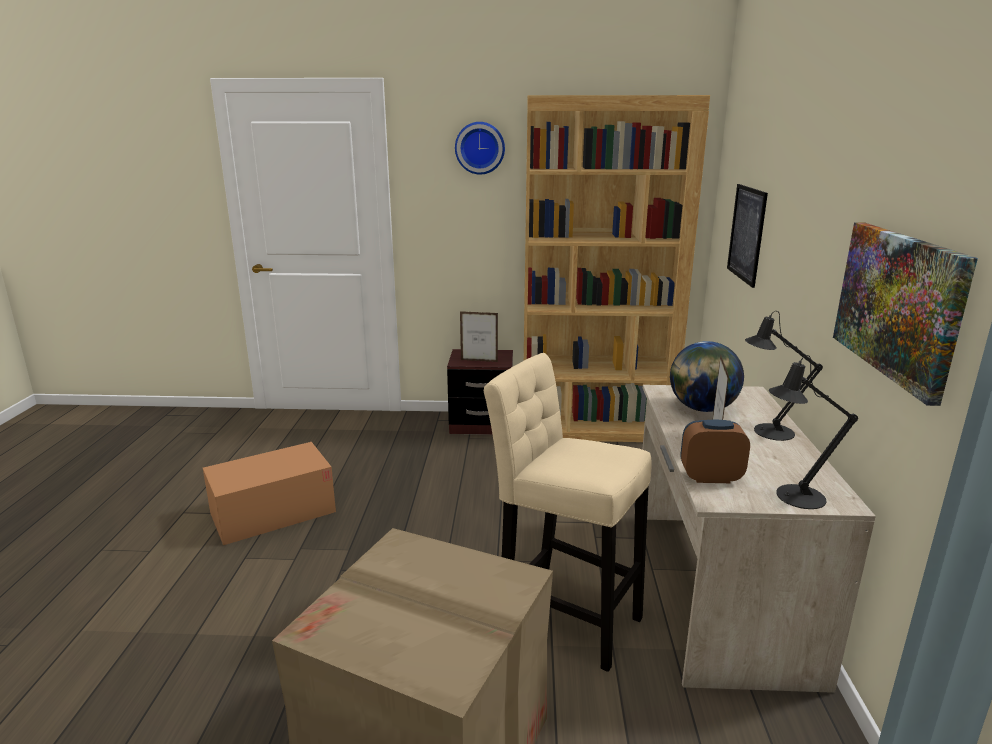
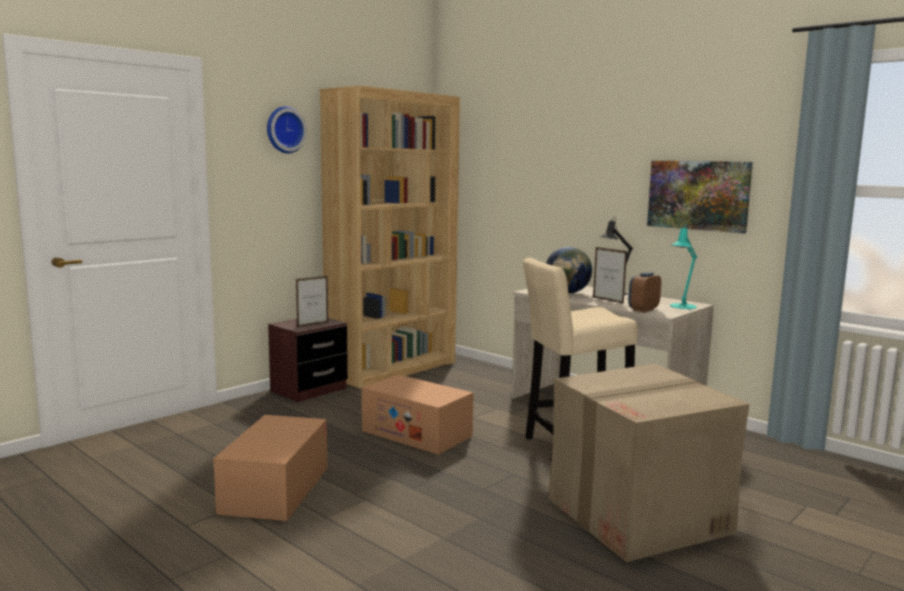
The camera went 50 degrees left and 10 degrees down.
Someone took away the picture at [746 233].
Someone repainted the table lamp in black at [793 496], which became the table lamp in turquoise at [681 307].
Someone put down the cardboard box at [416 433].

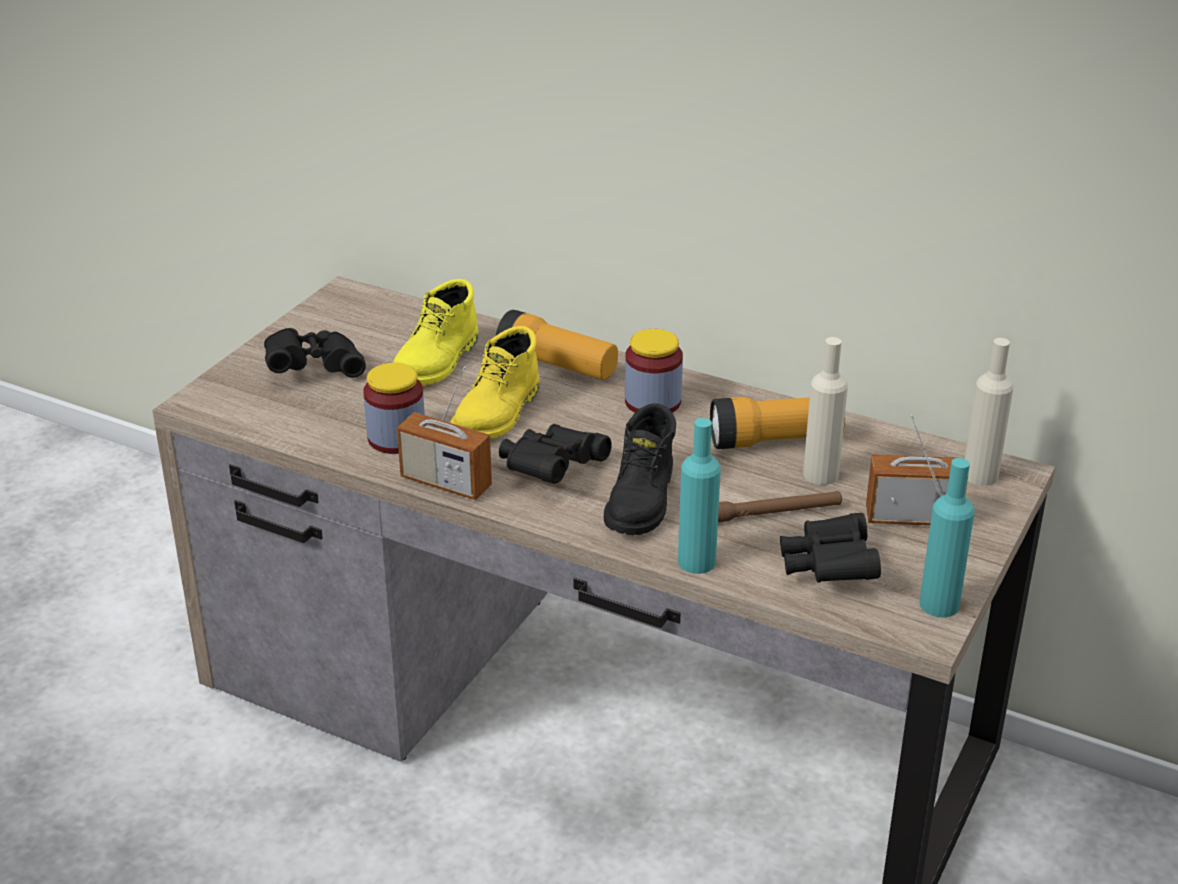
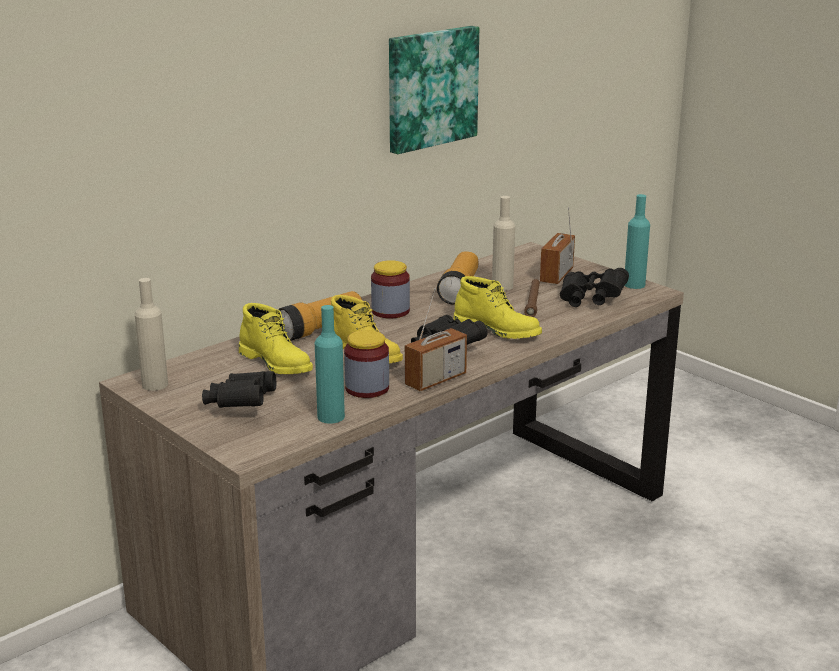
The camera went 70 degrees left and 10 degrees down.
Someone repainted the boot in black at [642 501], which became the boot in yellow at [498 330].
Someone carried the bottle in turquoise from [696 561] to [331 417].
Someone carried the bottle in beige from [980 475] to [155 384].
Someone put up the picture at [430 88].

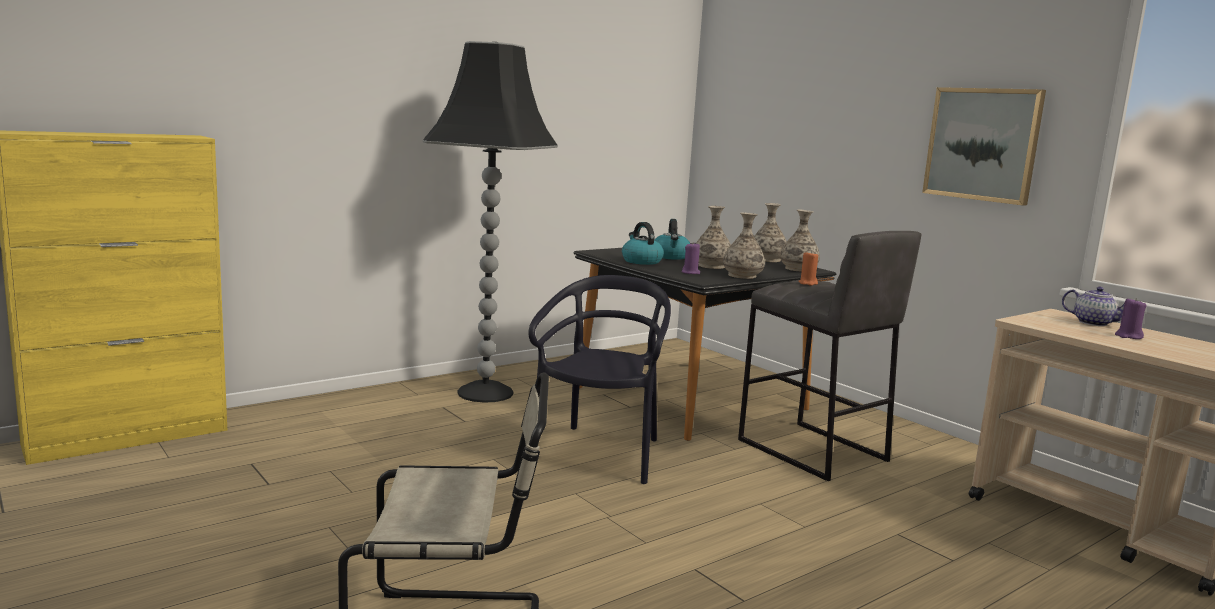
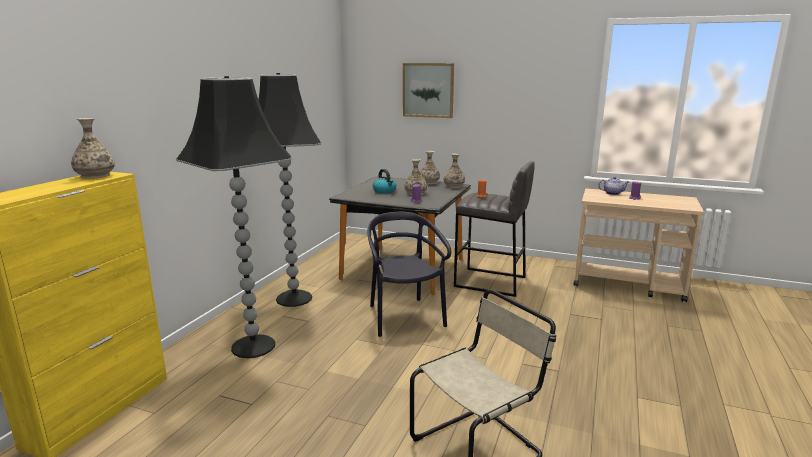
The camera went 30 degrees left and 5 degrees up.
Someone took away the kettle at [641 261].
Someone carried the vase from [742 276] to [95 176].
Someone carried the picture from [982 144] to [428 90].
Someone put down the floor lamp in black at [253 346].

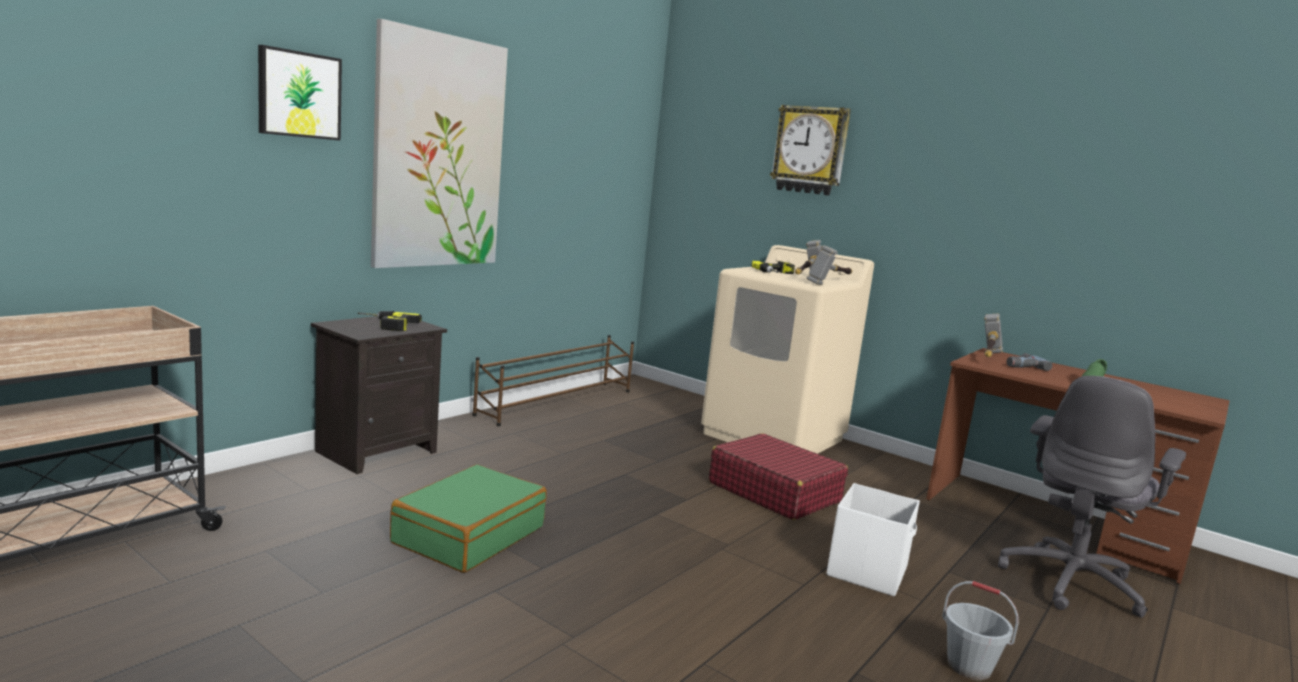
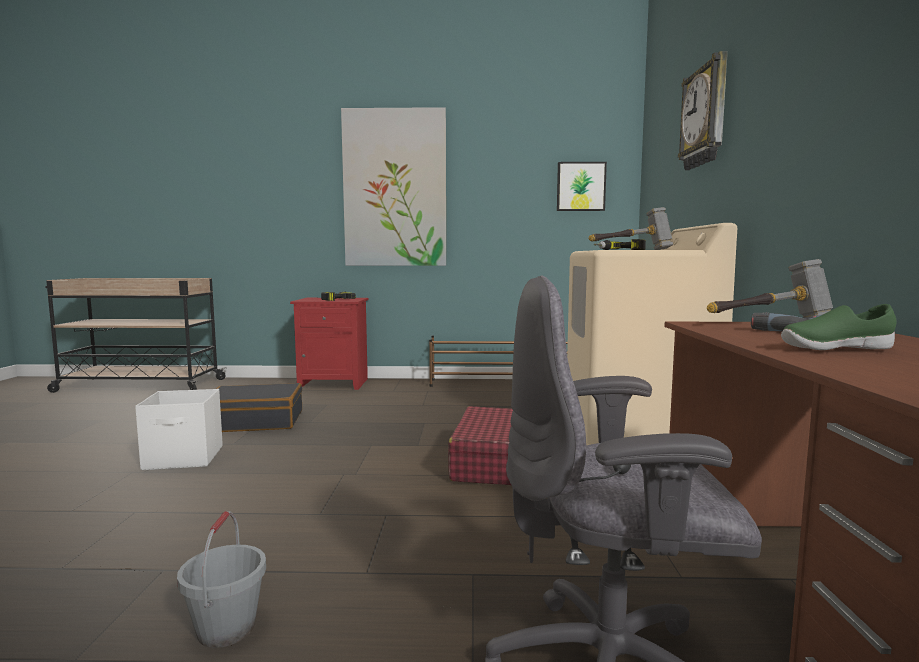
The camera went 55 degrees right and 5 degrees down.
Someone carried the picture from [299 94] to [580 186].
Someone repainted the nightstand in black at [377 451], which became the nightstand in red at [335 383].
Someone repainted the suitcase in green at [469 535], which became the suitcase in black at [255 421].
Someone took away the hammer at [830 283].
Someone carried the storage box in white from [868 571] to [185 458].

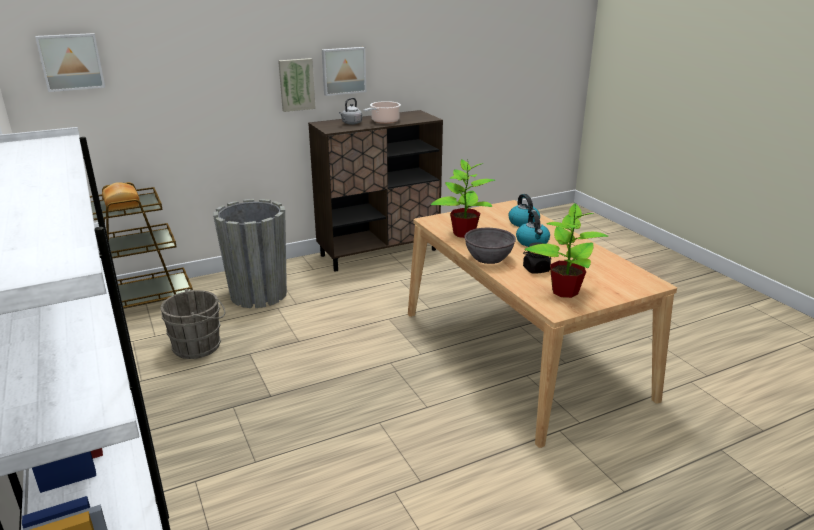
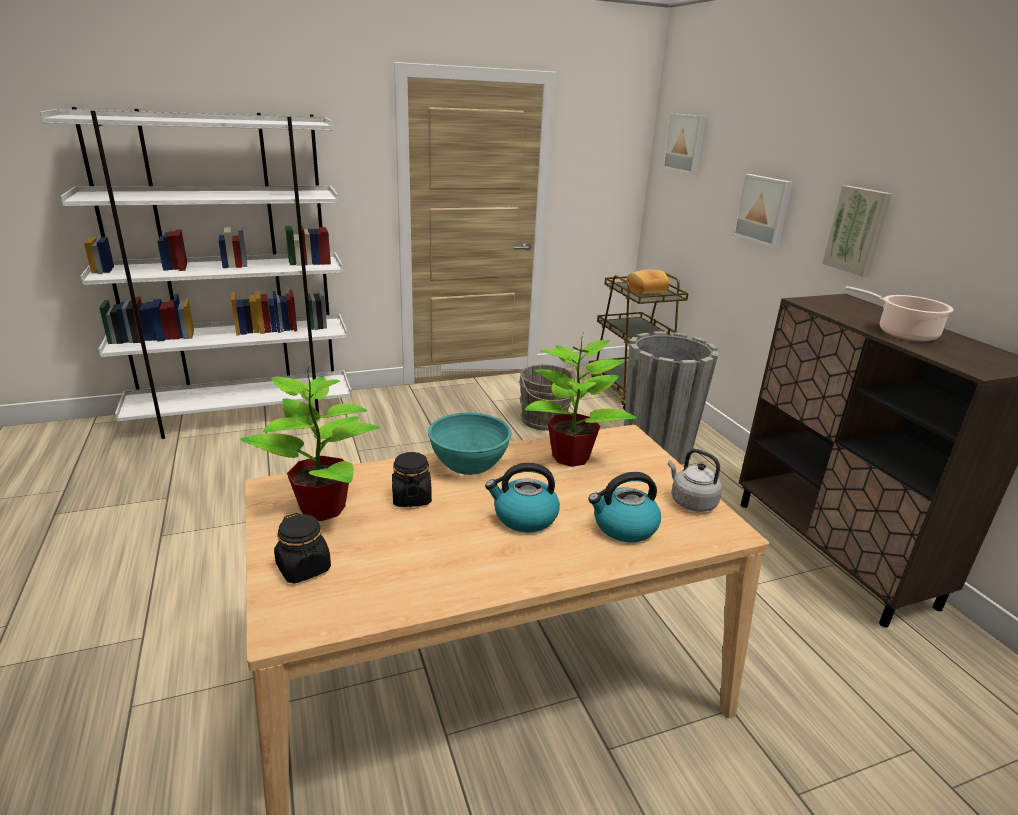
The camera went 95 degrees right and 0 degrees up.
Someone carried the picture from [343 70] to [764 209].
Someone carried the kettle in grey from [351 123] to [691 501].
Someone repainted the bowl in grey at [488 258], which became the bowl in turquoise at [469 463].
Someone put down the jar in black at [304 568].

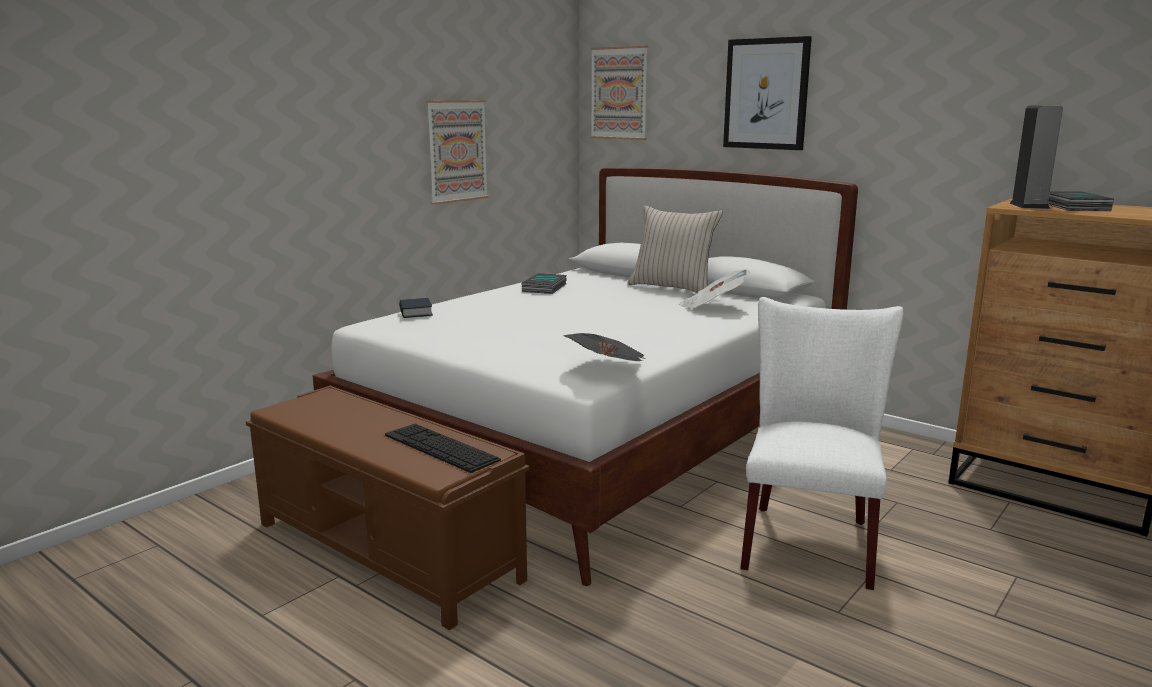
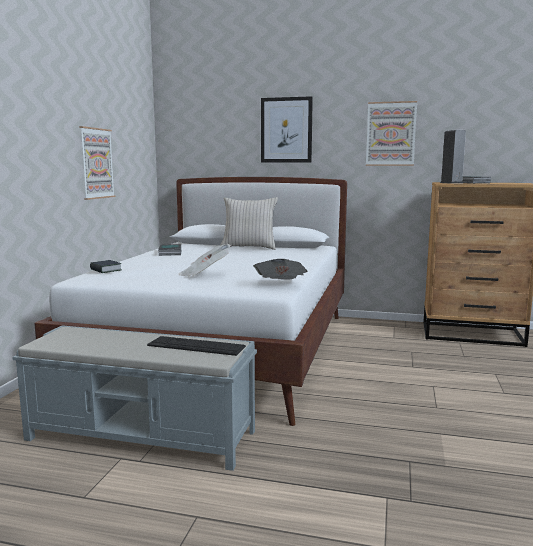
The camera went 25 degrees left and 5 degrees down.
Someone repainted the bench in brown at [388 551], which became the bench in grey at [143 435].
Someone carried the picture from [619 93] to [390 134].
Someone carried the newspaper from [712 307] to [204 274].
Someone took away the chair in white at [808 539].

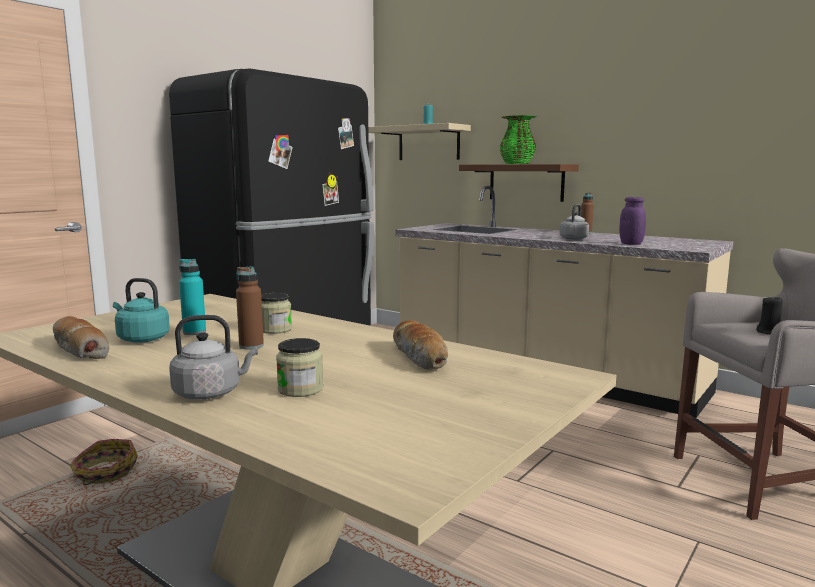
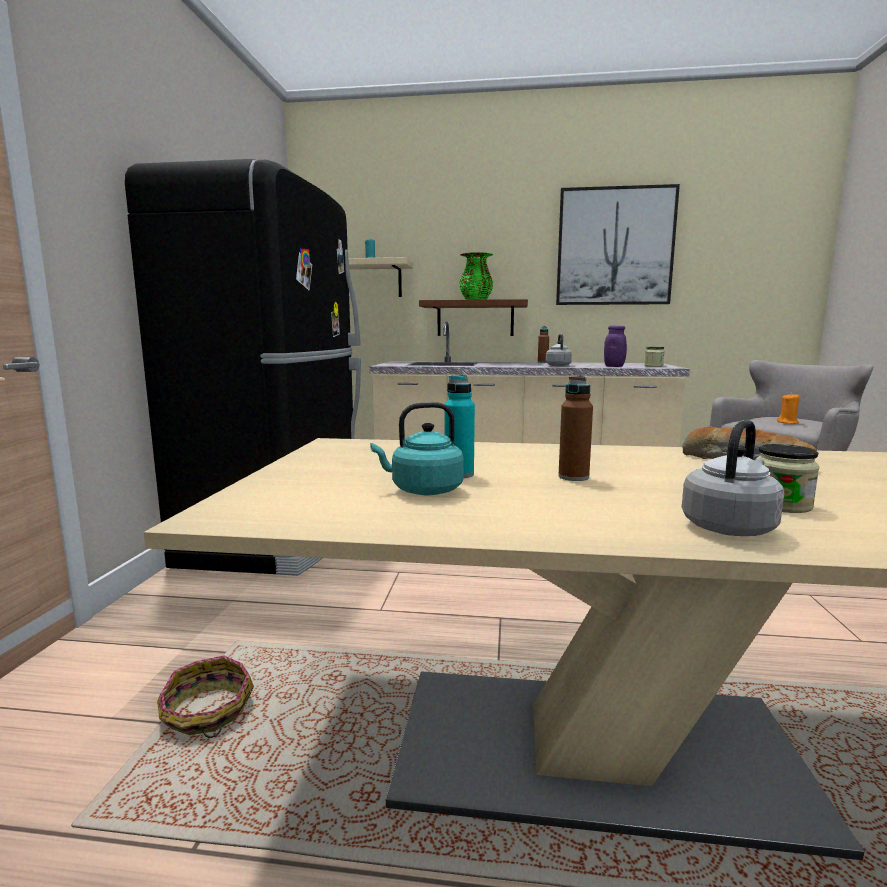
The camera went 30 degrees left and 0 degrees up.
Someone took away the bread at [78 349].
Someone carried the jar from [275 329] to [653 366].
Someone repainted the candle in black at [769 332], which became the candle in orange at [787 422].
Someone put up the picture at [615 247].

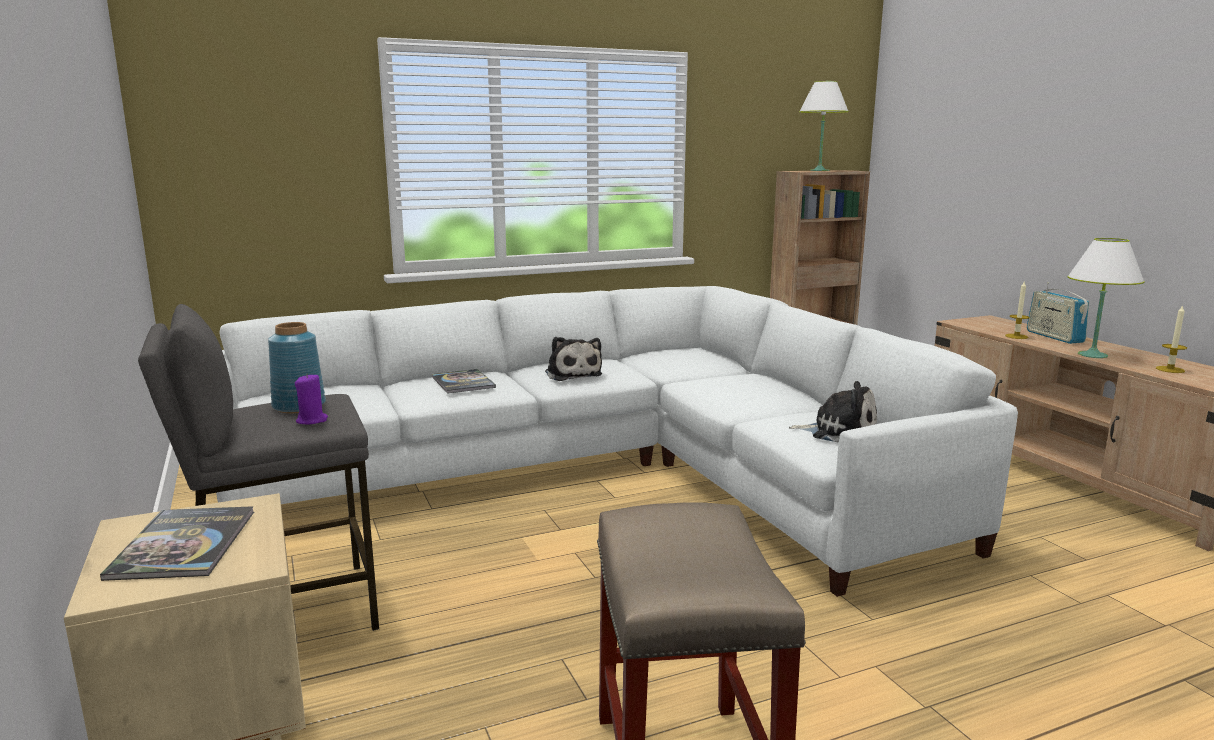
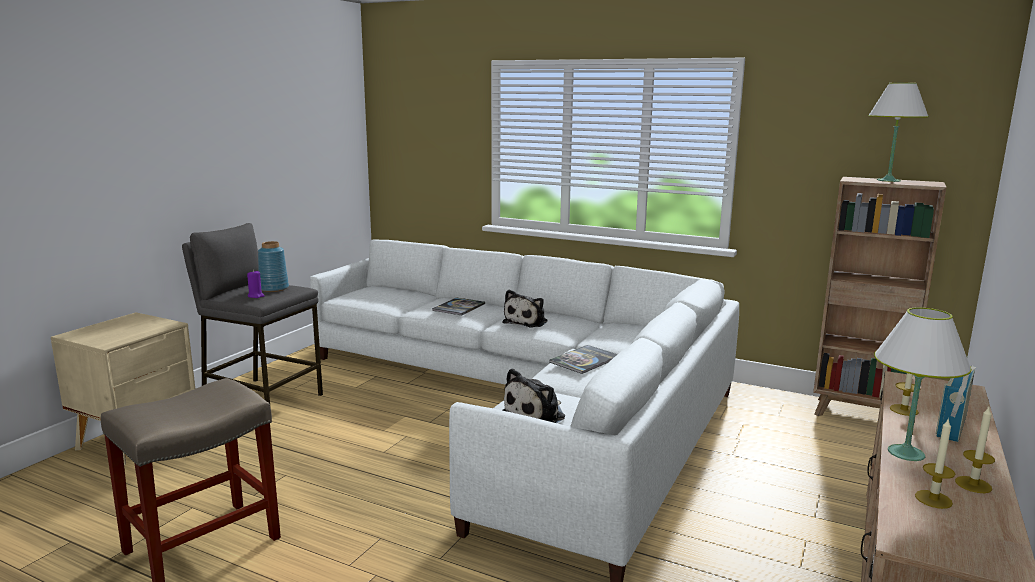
The camera went 50 degrees right and 0 degrees up.
Someone carried the book from [184 544] to [584 360].
Someone rotated the plush toy at [839 432] by 60 degrees clockwise.
Someone put down the candle at [973 484].

